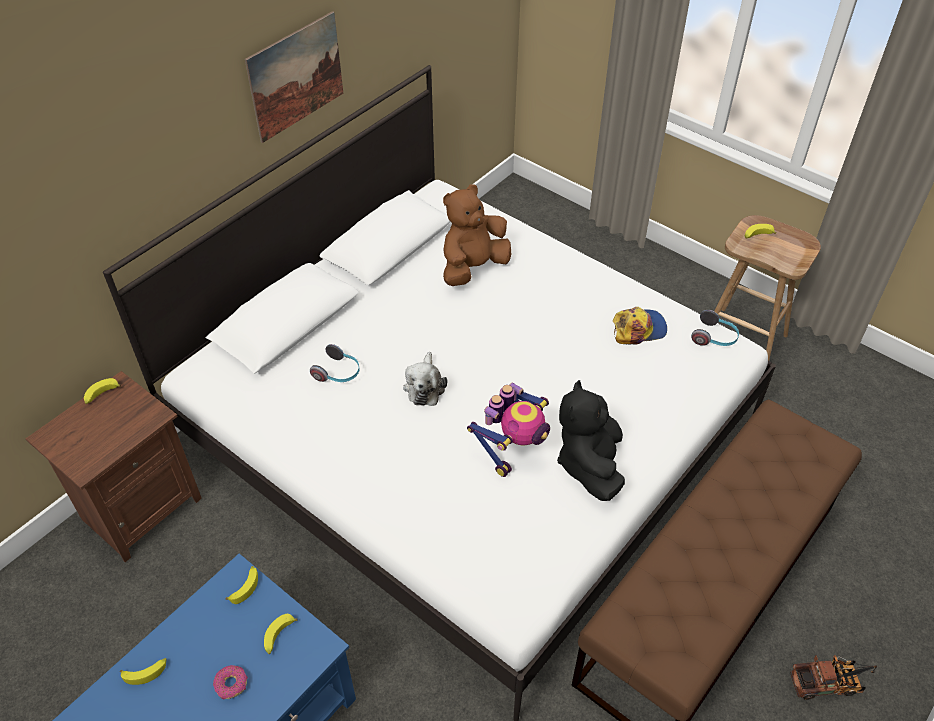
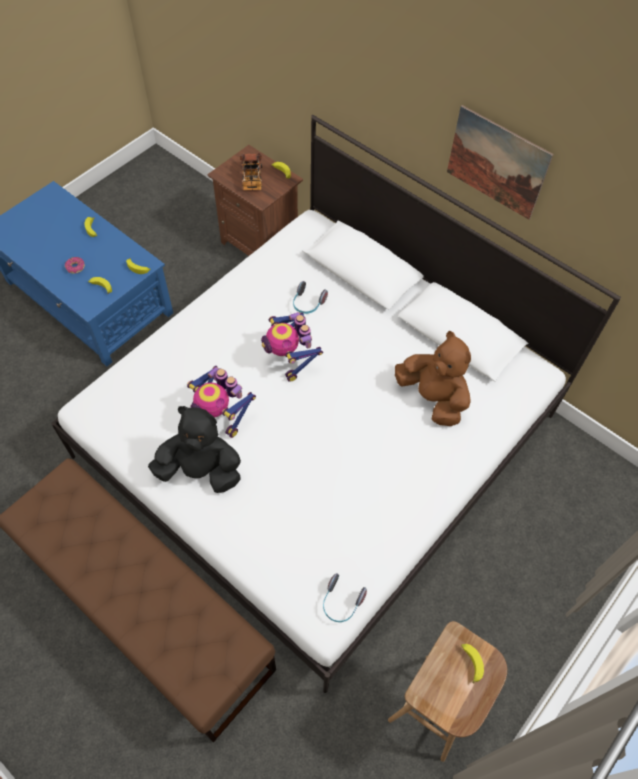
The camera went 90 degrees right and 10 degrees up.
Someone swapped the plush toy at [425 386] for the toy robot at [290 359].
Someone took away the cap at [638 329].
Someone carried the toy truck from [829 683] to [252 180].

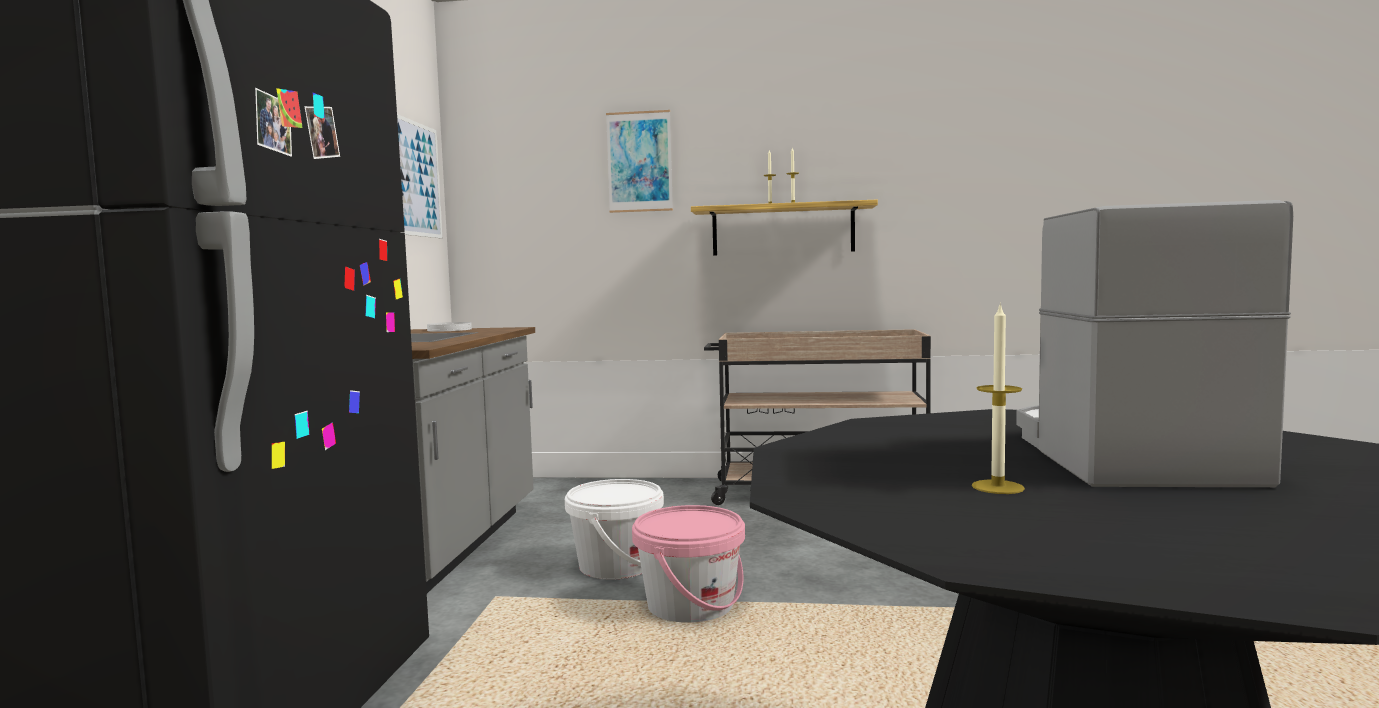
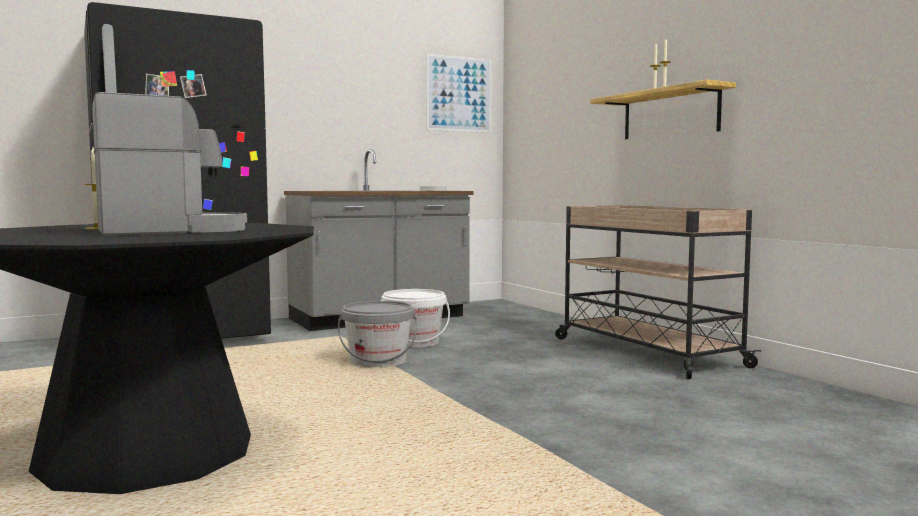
The camera went 55 degrees right and 0 degrees up.
Someone took away the picture at [639 162].
Someone repainted the bucket in pink at [690 606], which became the bucket in grey at [378 361].

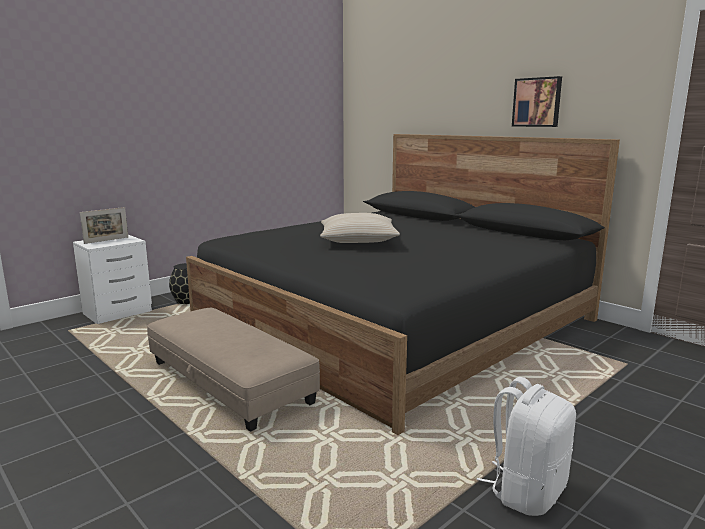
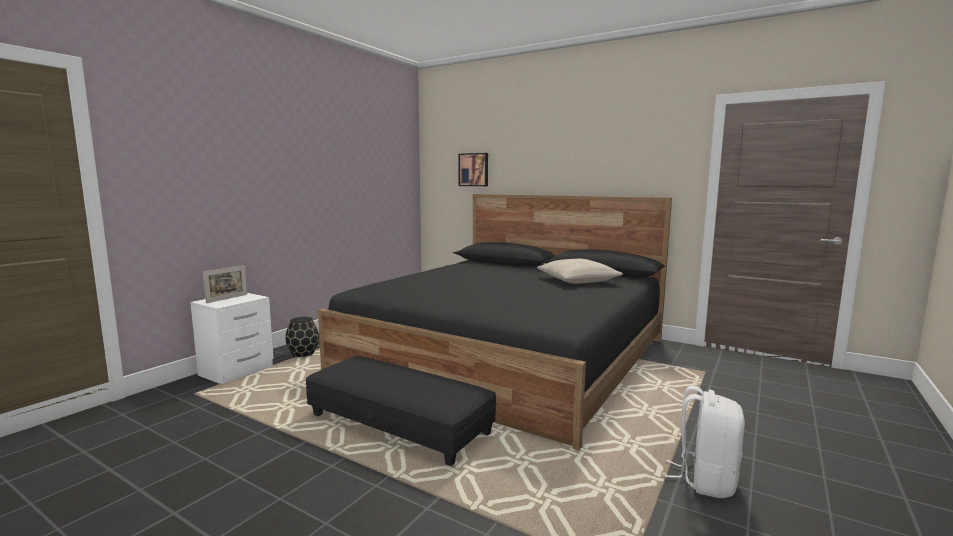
The camera went 15 degrees left and 5 degrees down.
Someone repainted the ottoman in beige at [229 382], which became the ottoman in black at [398 425].
Someone carried the pillow in beige from [358 239] to [577 280].
Someone carried the picture from [537 102] to [474 169].

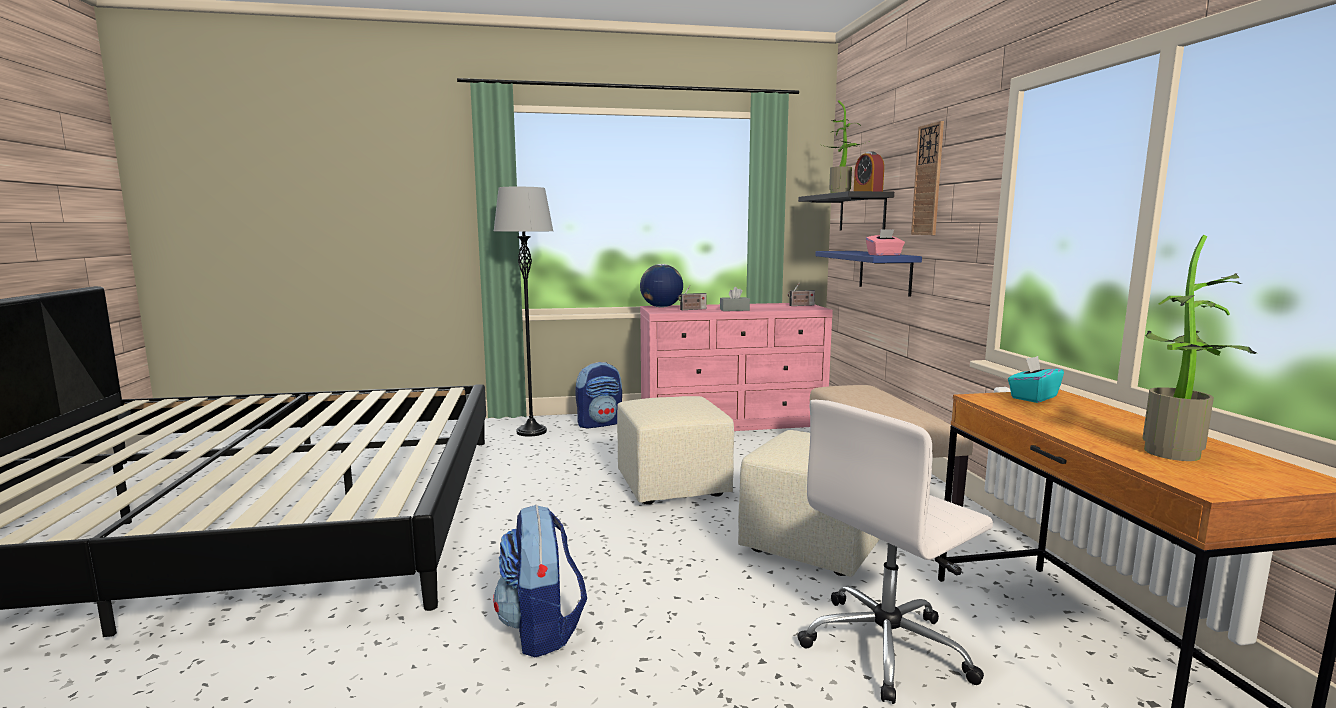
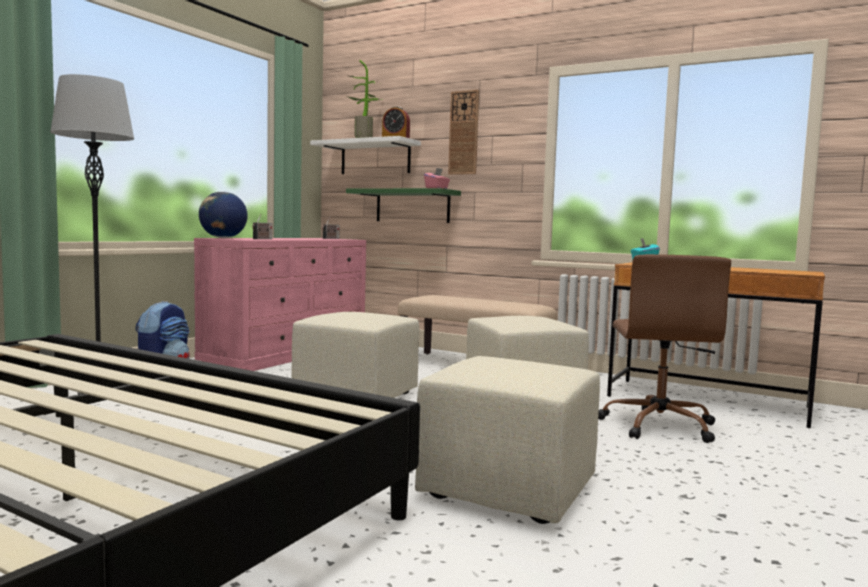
The camera went 50 degrees left and 5 degrees down.
Someone swapped the backpack at [542 630] for the ottoman in beige at [510 490].
Someone took away the tissue box in grey at [734 310].
Someone repainted the office chair in white at [887 647], which became the office chair in brown at [658 425].
Someone repainted the shelf in black at [862 212], which became the shelf in white at [375 158].
Someone repainted the shelf in blue at [885 272], which became the shelf in green at [412 206].
Someone took away the potted plant at [1180 455].

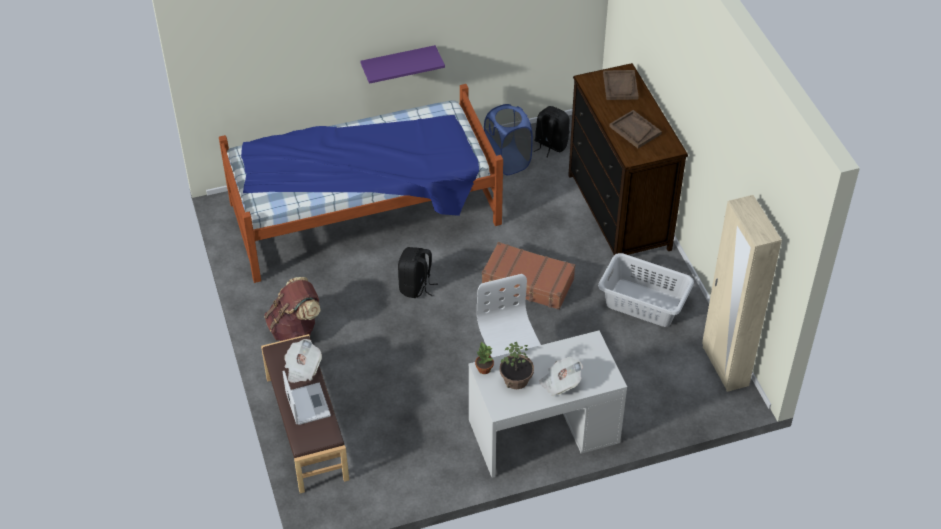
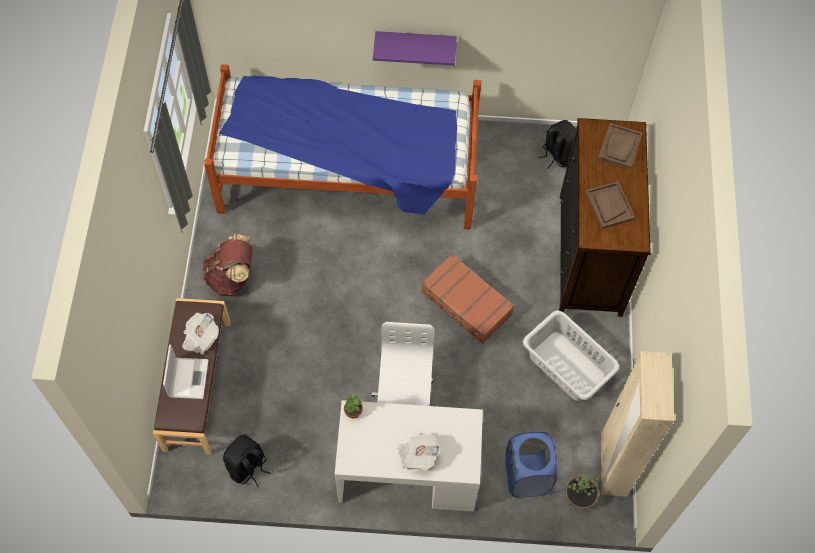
The camera went 20 degrees right and 15 degrees up.
Someone carried the backpack in black from [416 287] to [248 467].
Someone carried the laundry basket in blue from [507 161] to [527 476].
Someone carried the potted plant from [516 380] to [579 497].

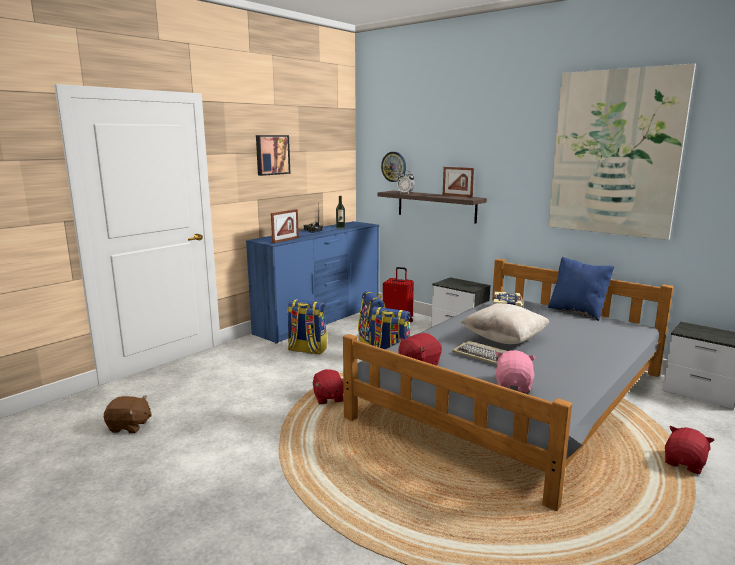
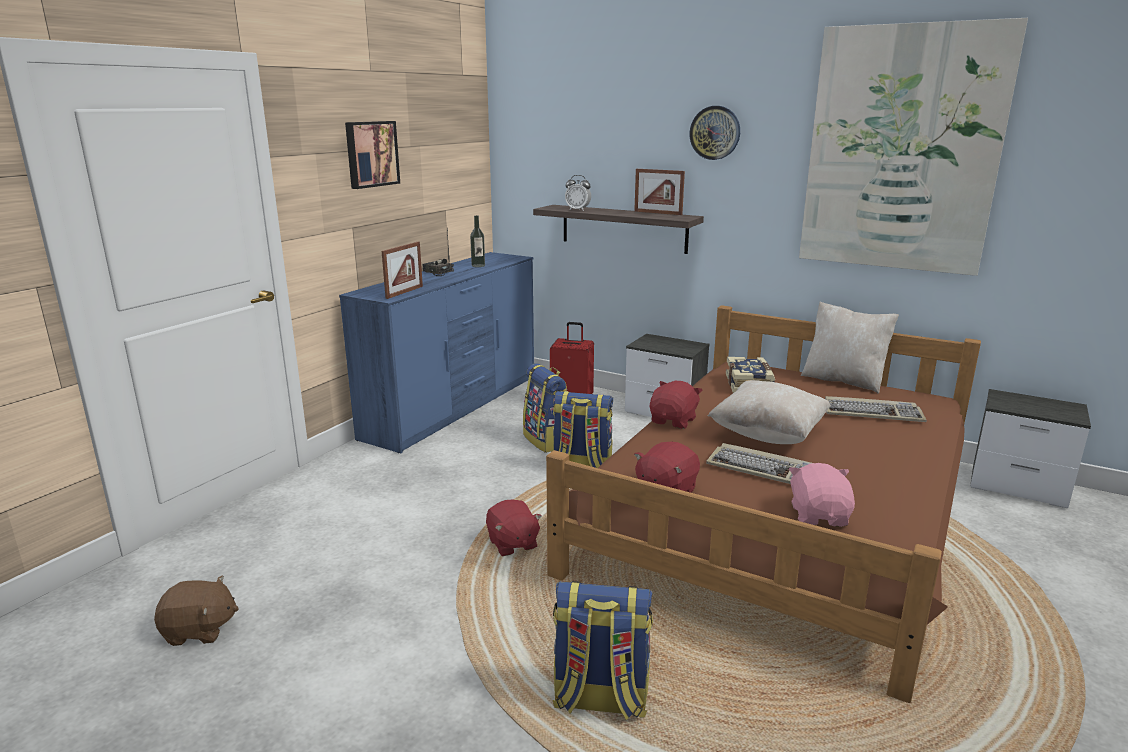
The camera went 10 degrees left and 5 degrees up.
Someone carried the backpack from [306 350] to [600 699].
Someone repainted the bed in grey at [515 395], which became the bed in brown at [780 512].
Someone carried the wall clock from [394 166] to [715 132].
Someone repainted the pillow in blue at [577 312], which became the pillow in beige at [843 381].
Someone carried the plush toy in red from [685 463] to [674 421].
Someone put down the keyboard at [872 413].

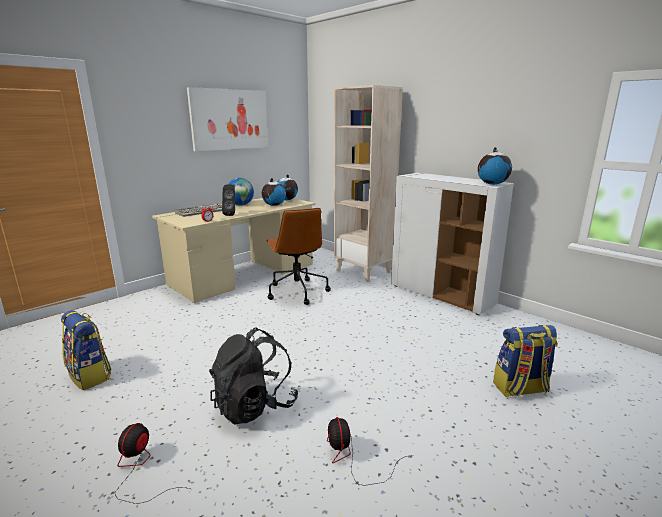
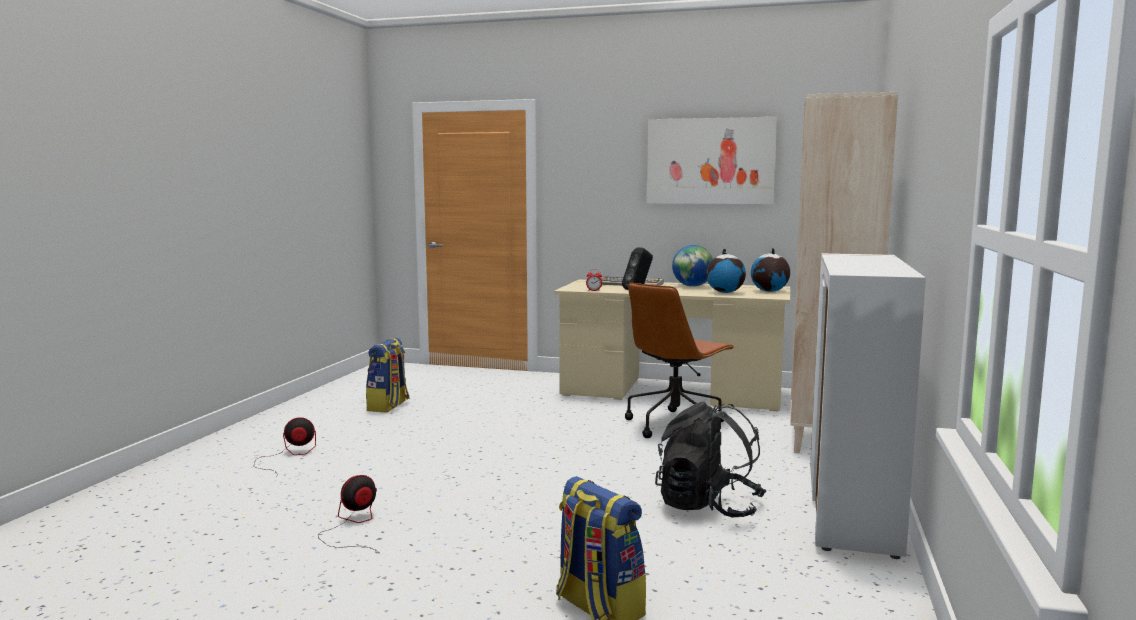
The camera went 60 degrees right and 10 degrees down.
Someone carried the backpack in black from [254 405] to [708 507].
Someone took away the globe at [492 184].

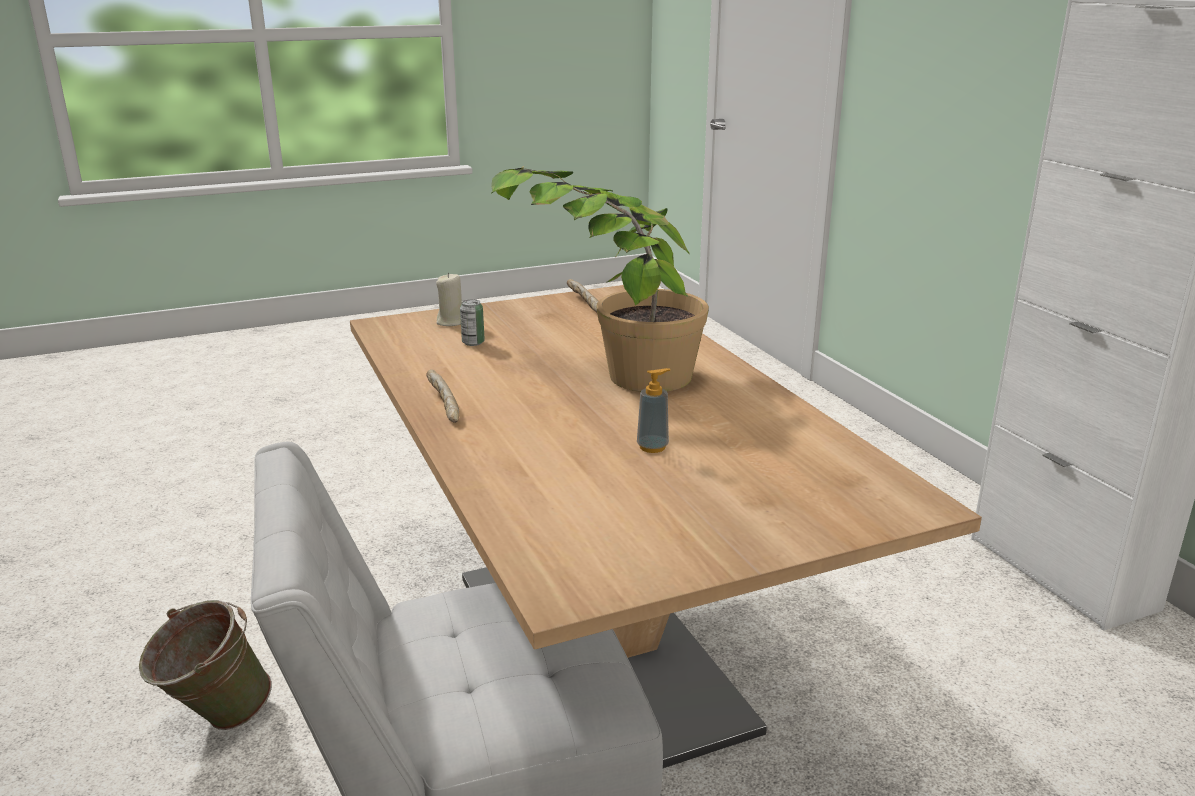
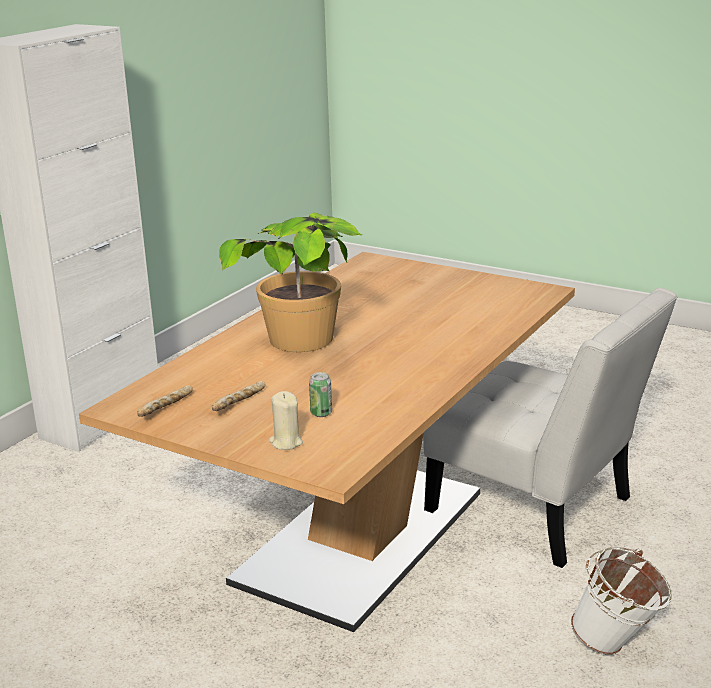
The camera went 125 degrees left and 0 degrees up.
Someone repainted the bucket in green at [214 720], which became the bucket in white at [618 645].
Someone carried the bread from [442 405] to [240 404].
Someone took away the soap dispenser at [652 447].

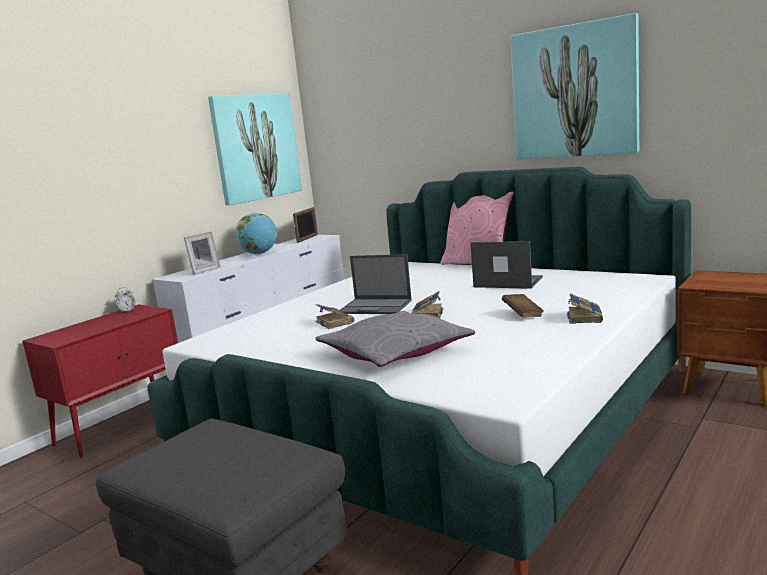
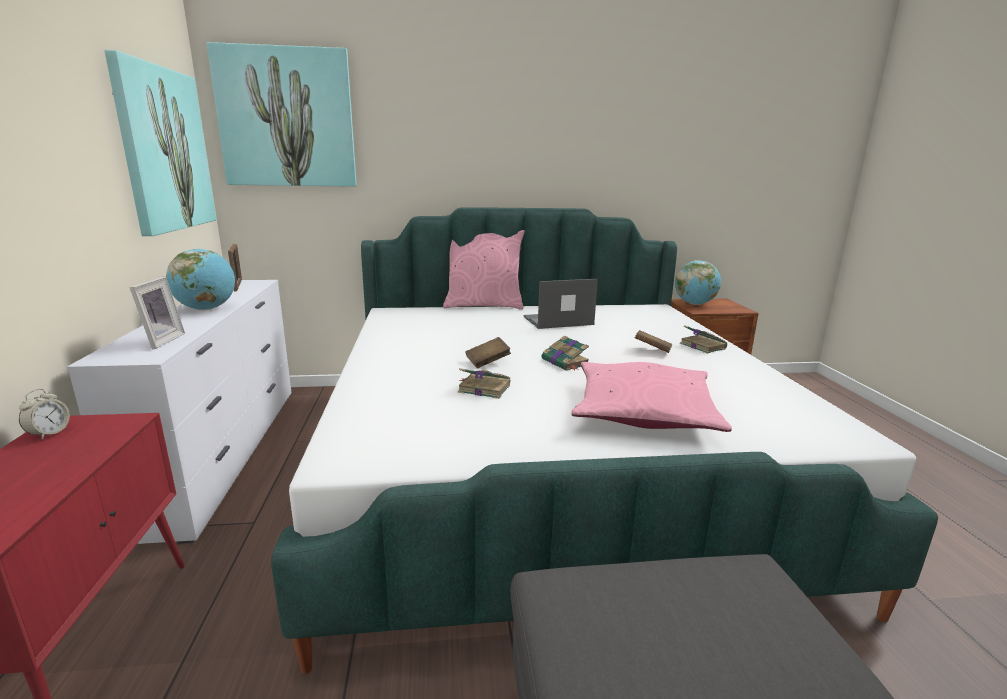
The camera went 45 degrees left and 5 degrees up.
Someone repainted the pillow in grey at [395 352], which became the pillow in pink at [643 411].
Someone swapped the laptop at [376 307] for the book in brown at [488 362].
Someone carried the picture from [574 91] to [287 118].
Someone put down the globe at [694 304].

